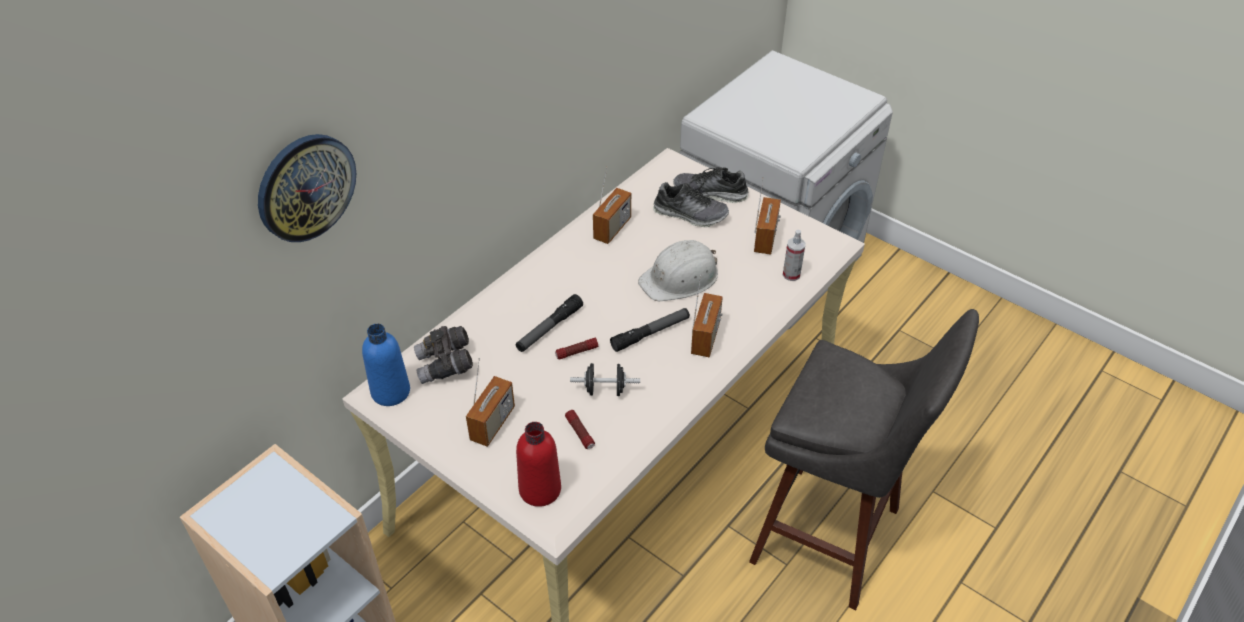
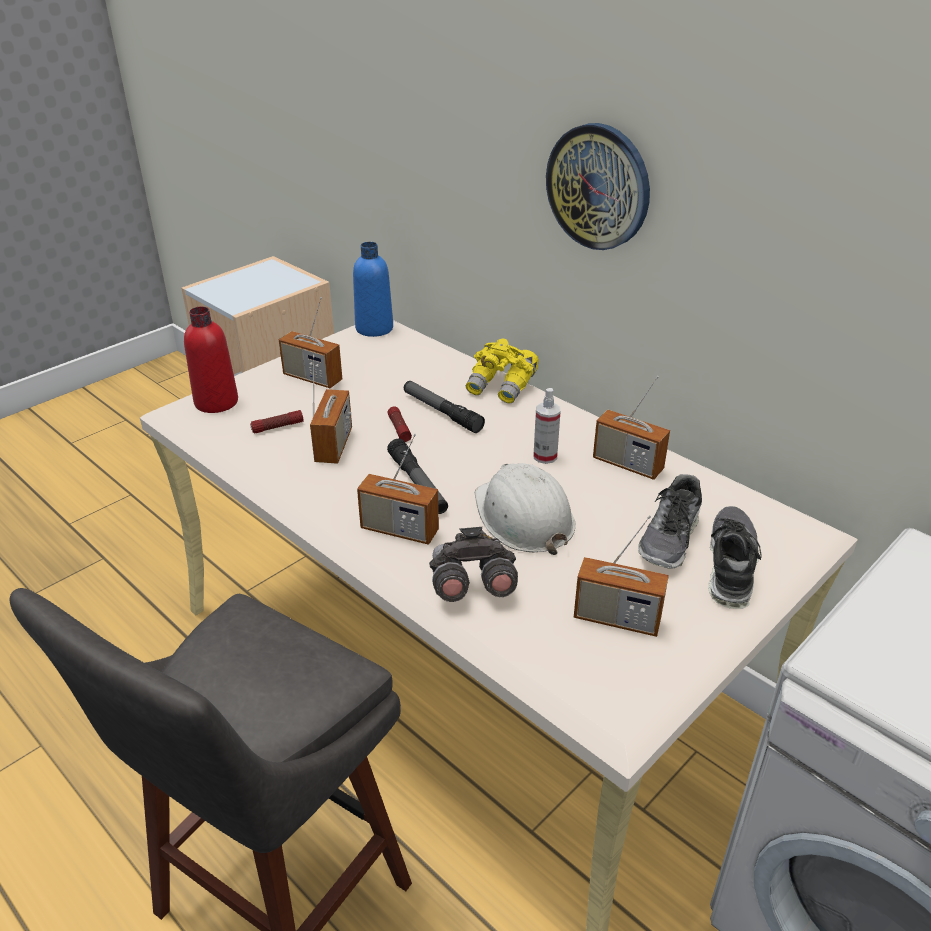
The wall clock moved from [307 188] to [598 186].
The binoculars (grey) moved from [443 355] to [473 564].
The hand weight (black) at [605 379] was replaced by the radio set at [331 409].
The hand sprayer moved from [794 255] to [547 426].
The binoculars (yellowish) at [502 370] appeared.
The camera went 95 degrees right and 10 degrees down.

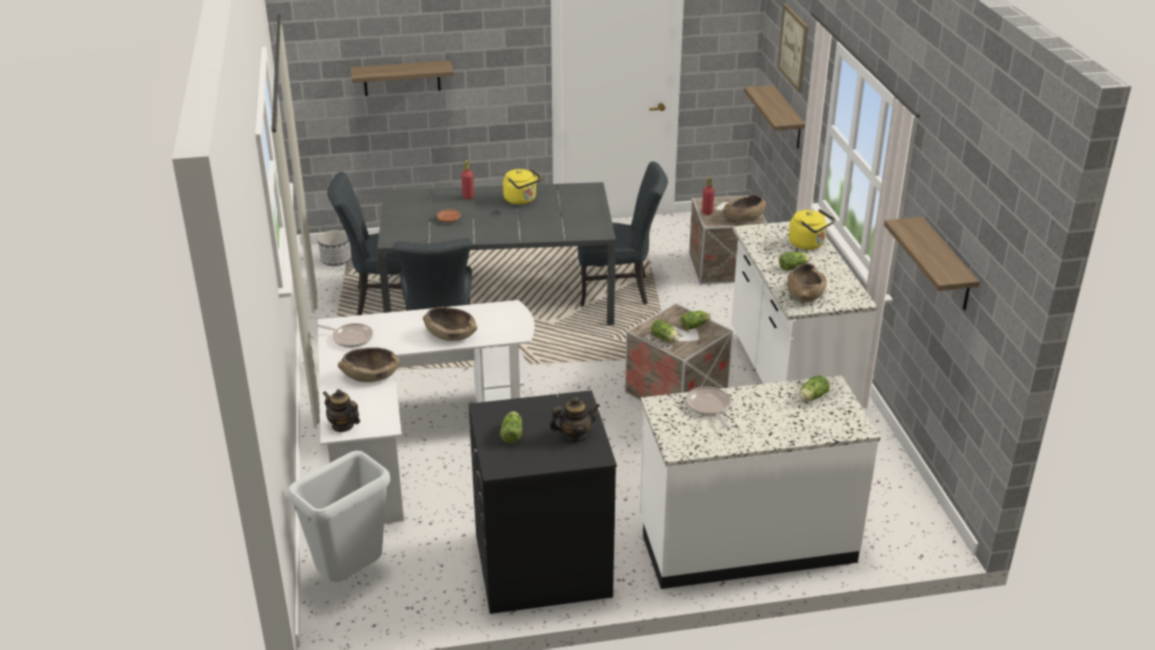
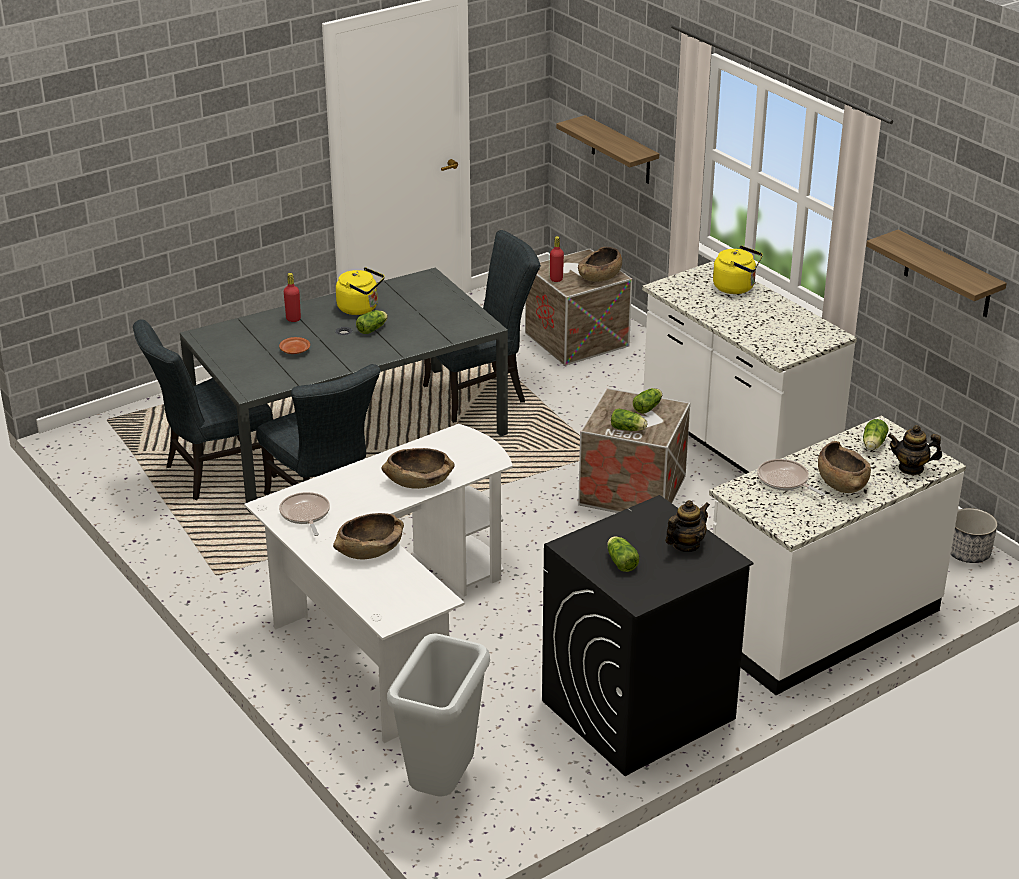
The skillet at [344 335] turned 105 degrees counterclockwise.
The plant pot moved from [334 248] to [974 535].
The tea pot moved from [341 410] to [915 450].
The shelf at [402 78] disappeared.
The wall art at [792 48] disappeared.
The lettuce head moved from [794 261] to [372 322].
The deep dish (brown-coloured) moved from [807 282] to [844 467].
The camera went 25 degrees left and 0 degrees up.

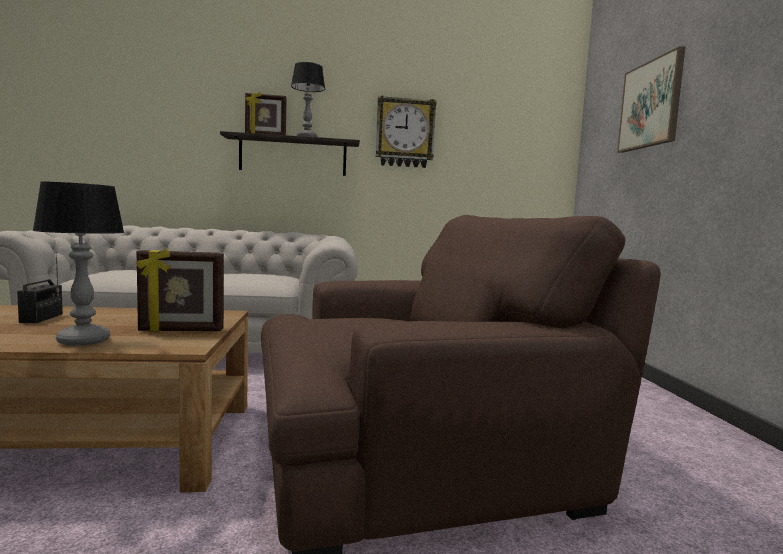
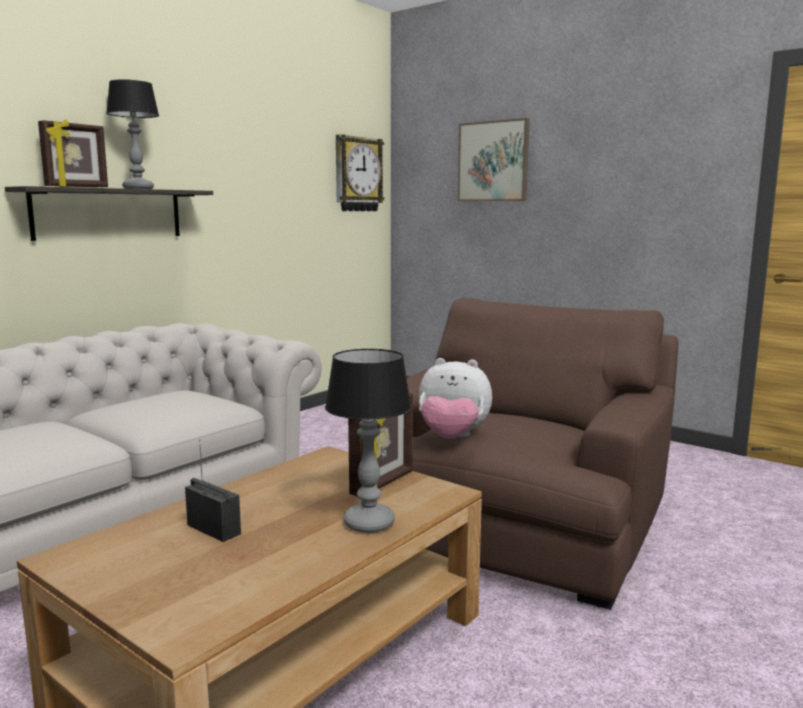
The wall clock moved from [406 131] to [360 172].
The plush toy at [455 398] appeared.
The camera went 45 degrees left and 5 degrees up.

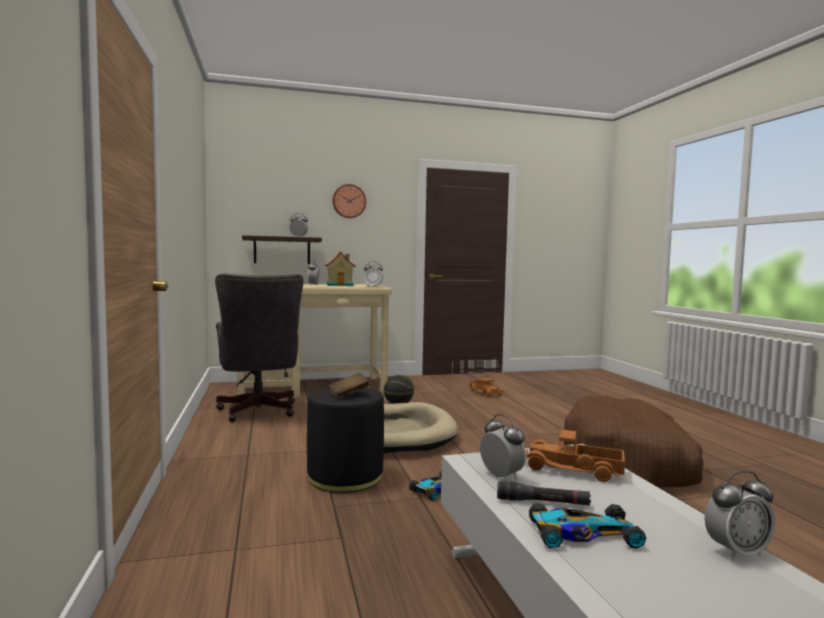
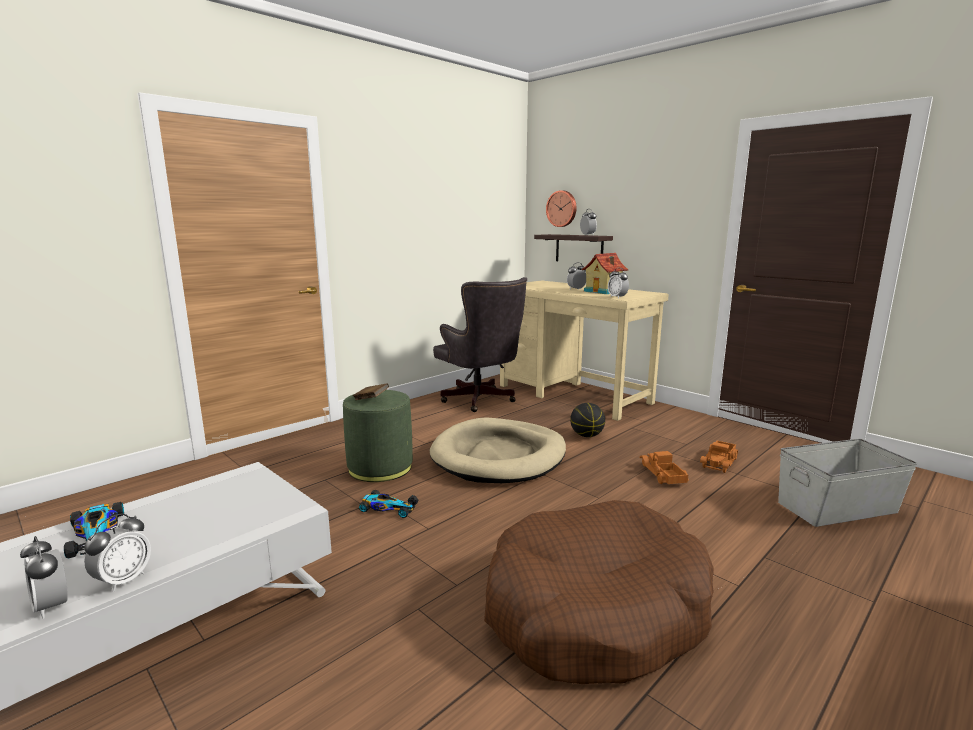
The desk chair (grey) at [259 347] turned 75 degrees counterclockwise.
The ottoman (black) at [345 440] became the ottoman (greenish) at [378 436].
The wall clock moved from [349 201] to [561 208].
The alarm clock moved from [503 446] to [117 552].
The torch (black) at [544 493] disappeared.
The toy lorry moved from [575 456] to [664 467].
The storage container (grey) at [847 483] appeared.
The camera went 60 degrees right and 10 degrees up.

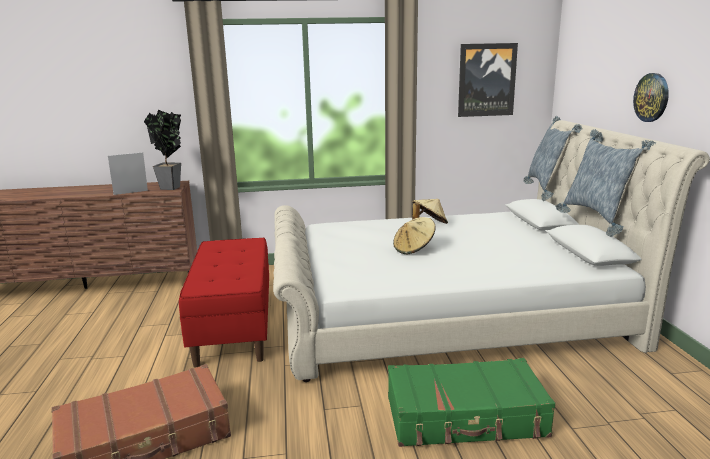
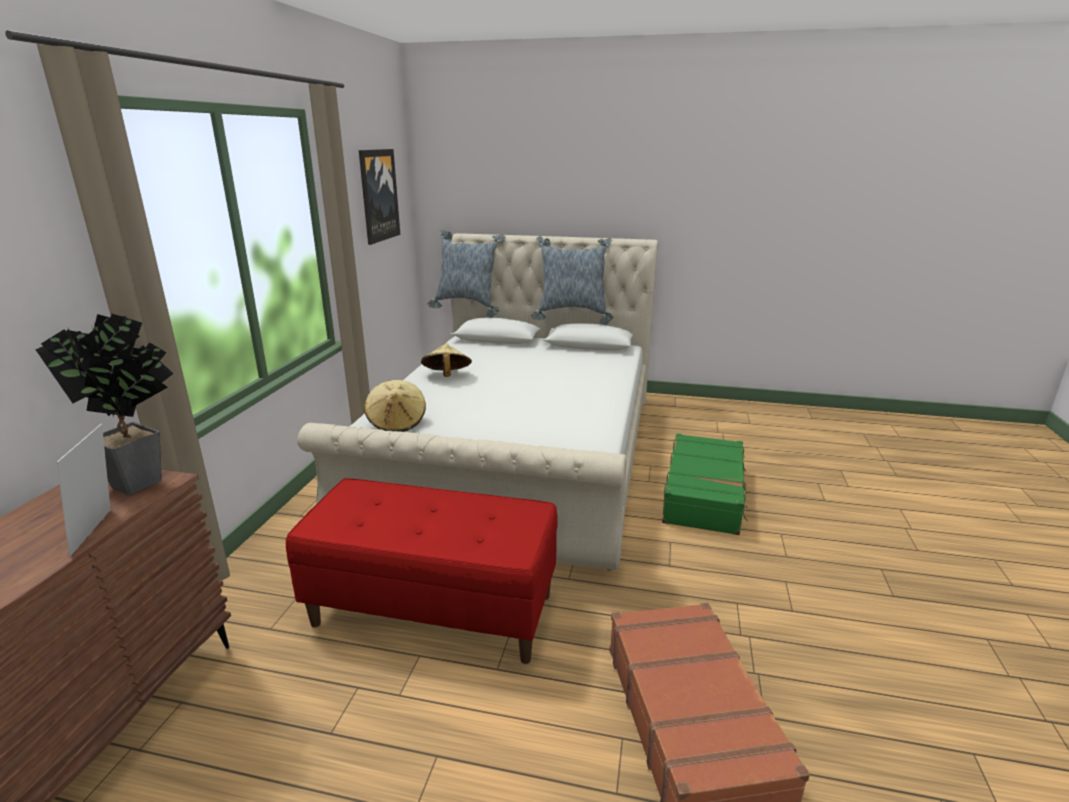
The wearable hat (sand-coloured) moved from [414 235] to [395 406].
The wall clock at [651 97] disappeared.
The camera went 70 degrees left and 5 degrees up.

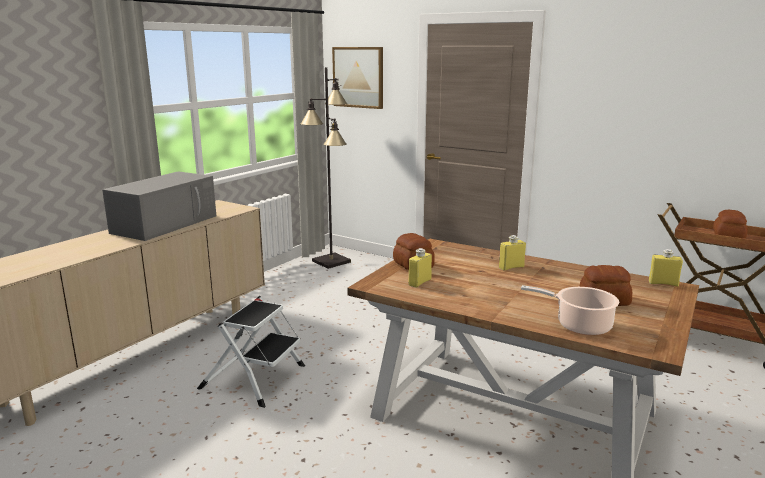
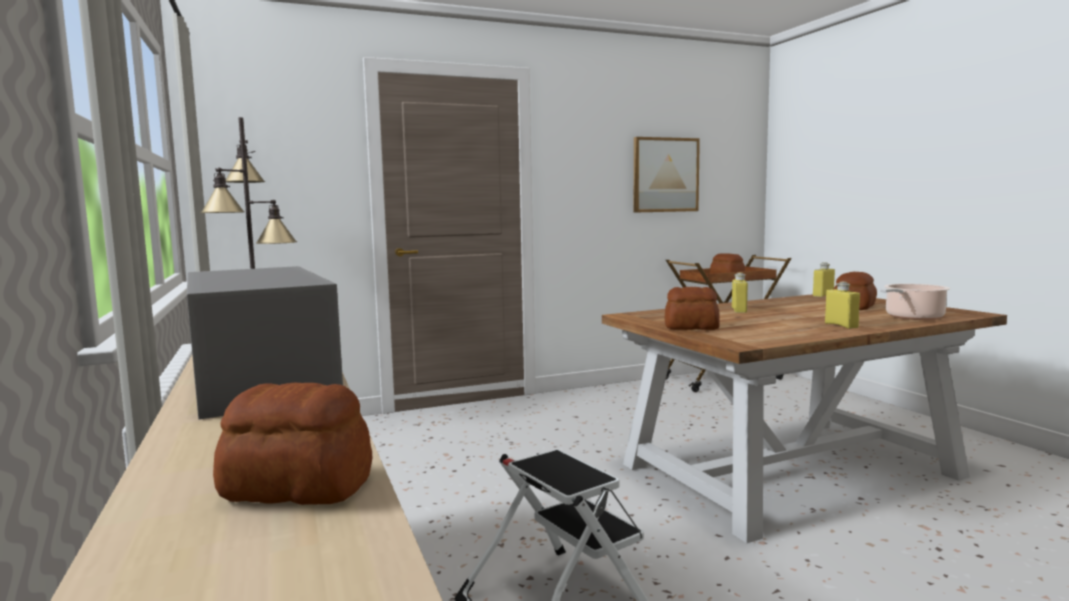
The wall art moved from [357 78] to [667 175].
The bottle (yellowish) moved from [420 268] to [842 305].
The baked bread at [292 444] appeared.
The camera went 55 degrees left and 10 degrees down.

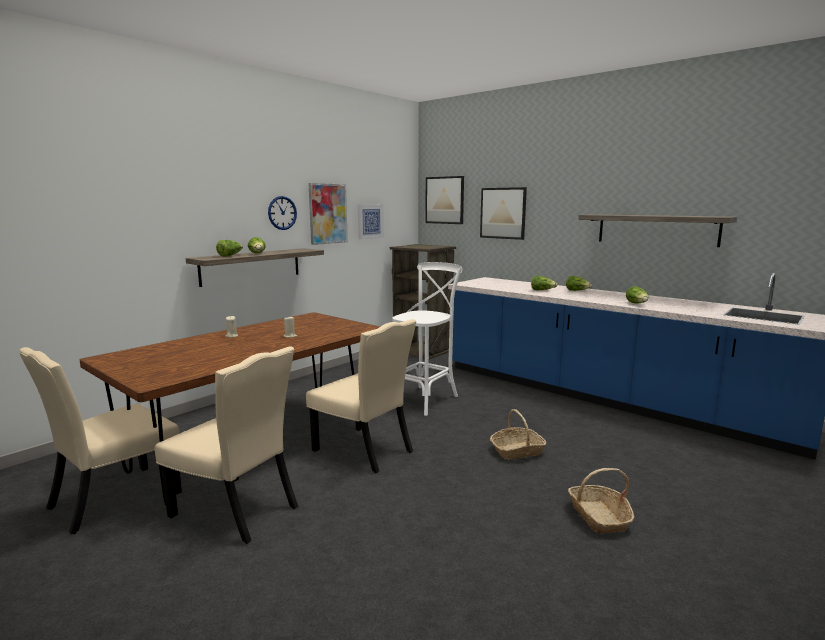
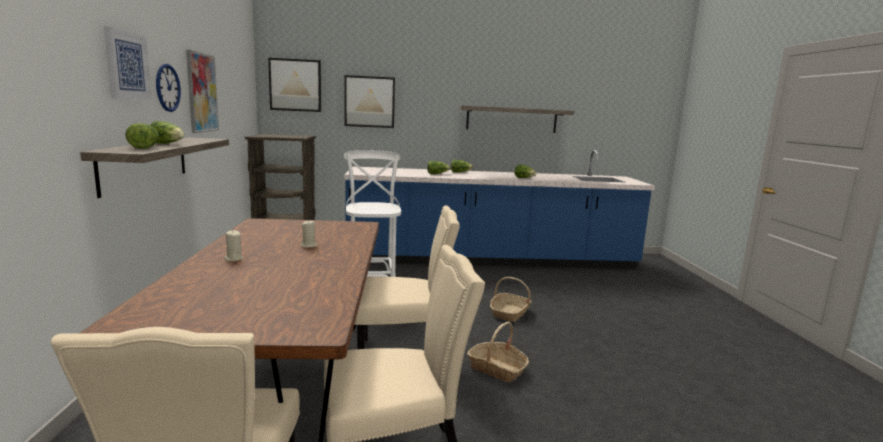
The wall art moved from [371 221] to [128 63].
The household basket moved from [601 500] to [498 352].
The camera went 45 degrees left and 0 degrees up.

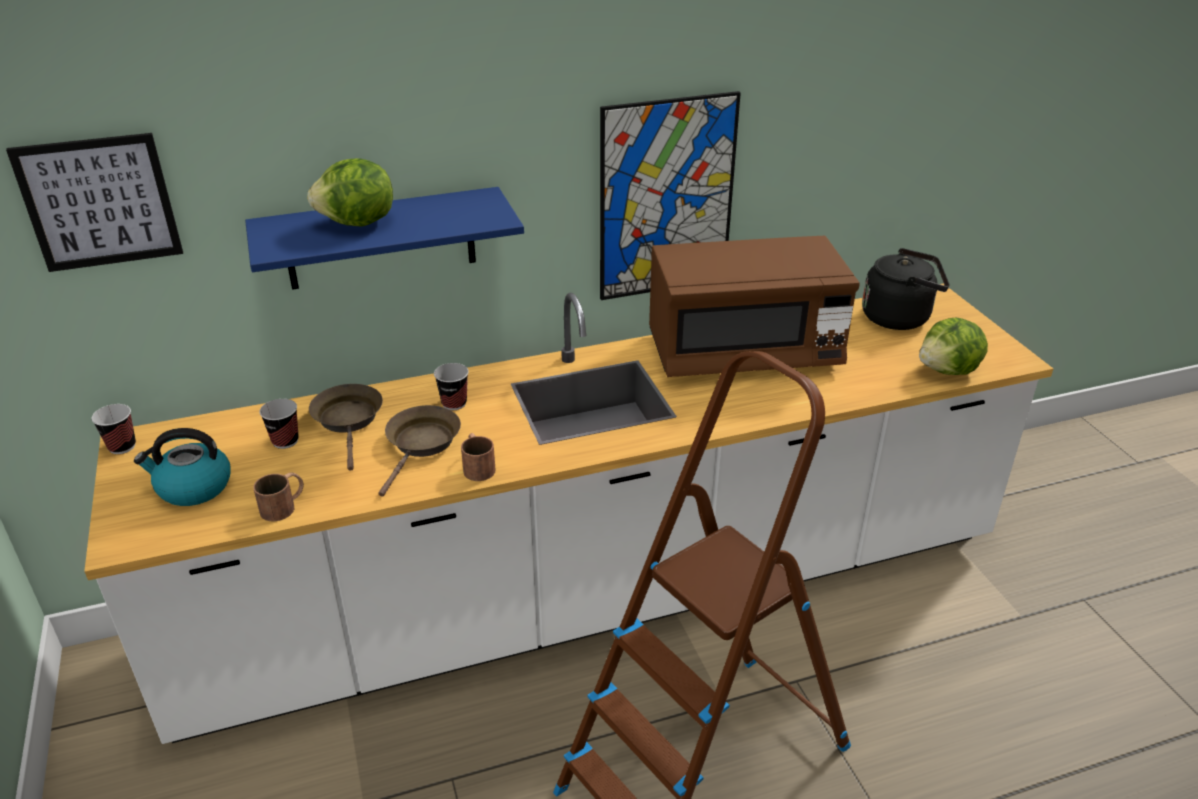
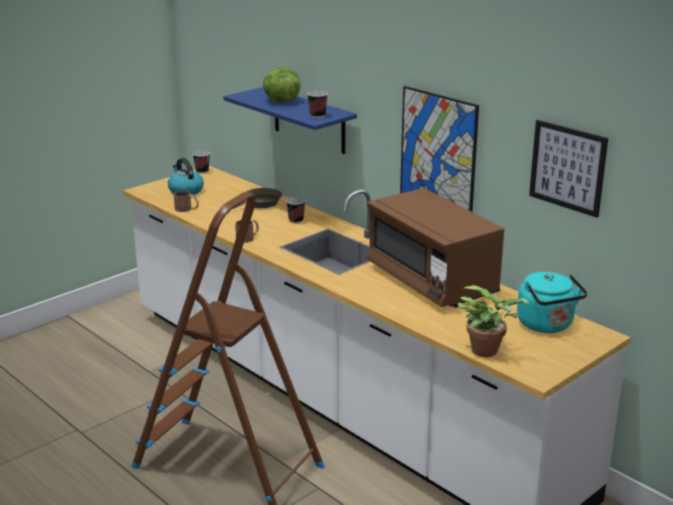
The wall art moved from [94 202] to [568 169].
The cup moved from [279 424] to [317 104].
The skillet (brown-coloured) at [419 451] disappeared.
The kettle (black) at [905 289] became the kettle (turquoise) at [552 302].
The lettuce head at [953 346] was replaced by the plant in a pot at [493 321].
The camera went 65 degrees right and 10 degrees down.

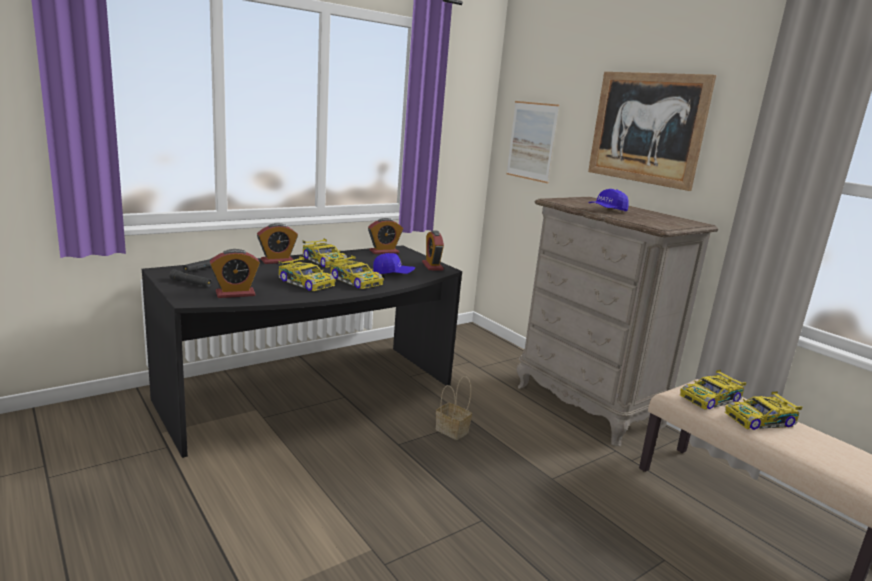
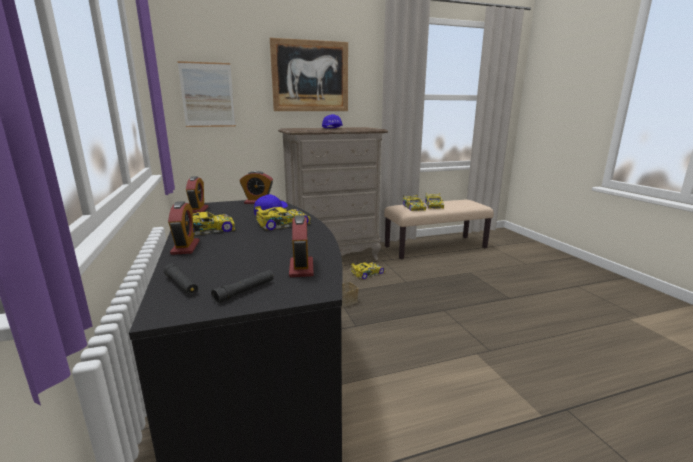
The toy car moved from [307 273] to [368 271].
The camera went 70 degrees left and 0 degrees up.

